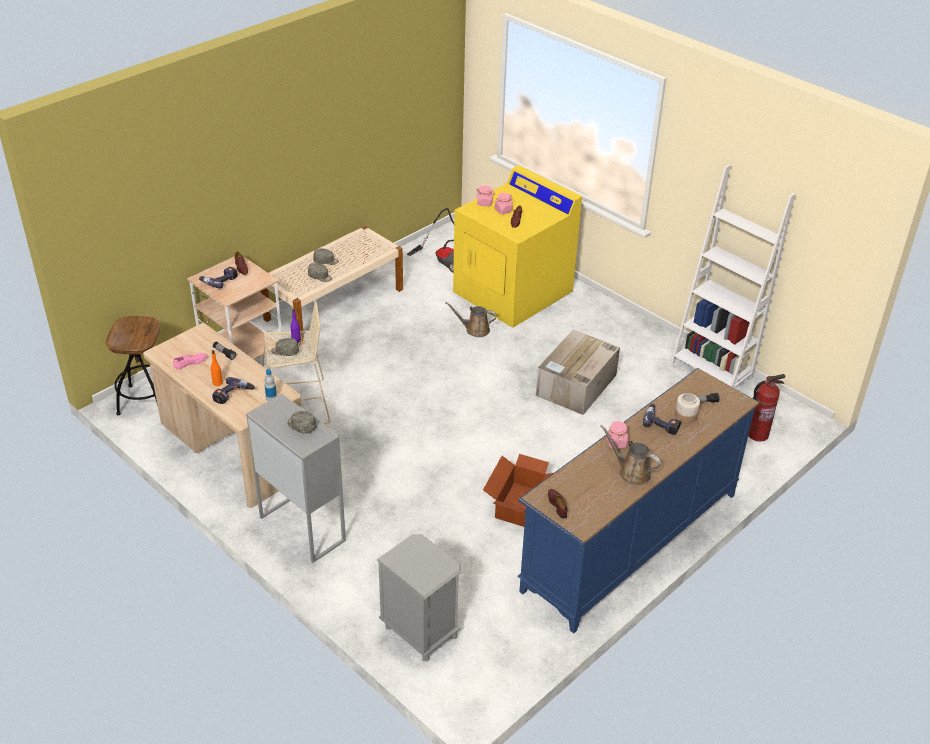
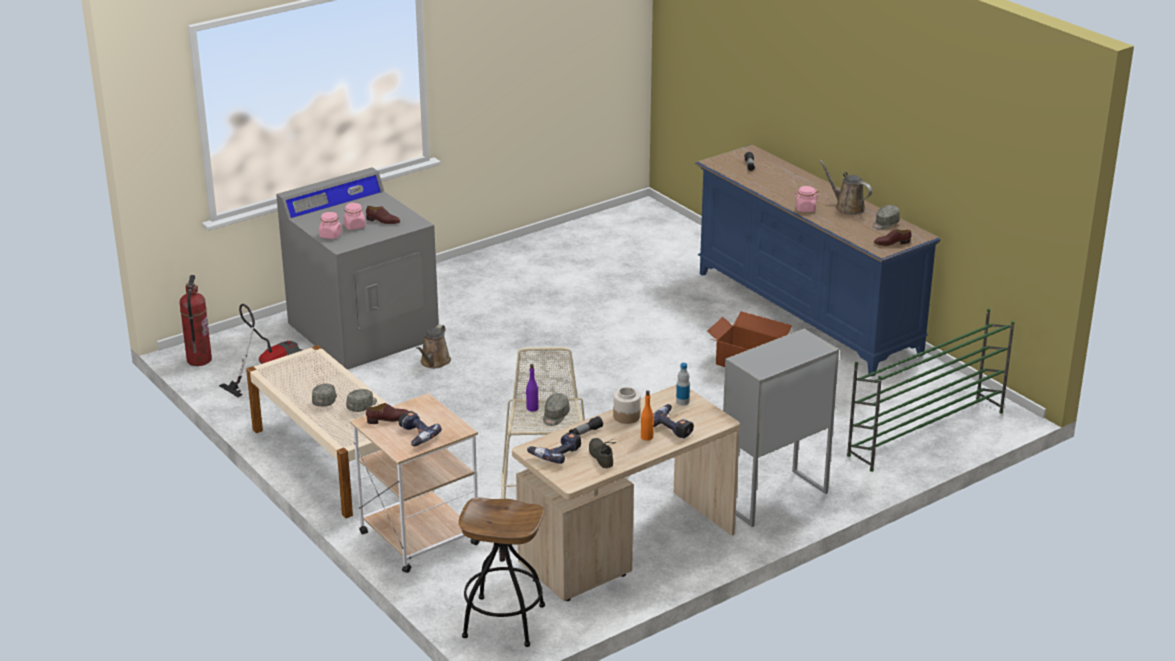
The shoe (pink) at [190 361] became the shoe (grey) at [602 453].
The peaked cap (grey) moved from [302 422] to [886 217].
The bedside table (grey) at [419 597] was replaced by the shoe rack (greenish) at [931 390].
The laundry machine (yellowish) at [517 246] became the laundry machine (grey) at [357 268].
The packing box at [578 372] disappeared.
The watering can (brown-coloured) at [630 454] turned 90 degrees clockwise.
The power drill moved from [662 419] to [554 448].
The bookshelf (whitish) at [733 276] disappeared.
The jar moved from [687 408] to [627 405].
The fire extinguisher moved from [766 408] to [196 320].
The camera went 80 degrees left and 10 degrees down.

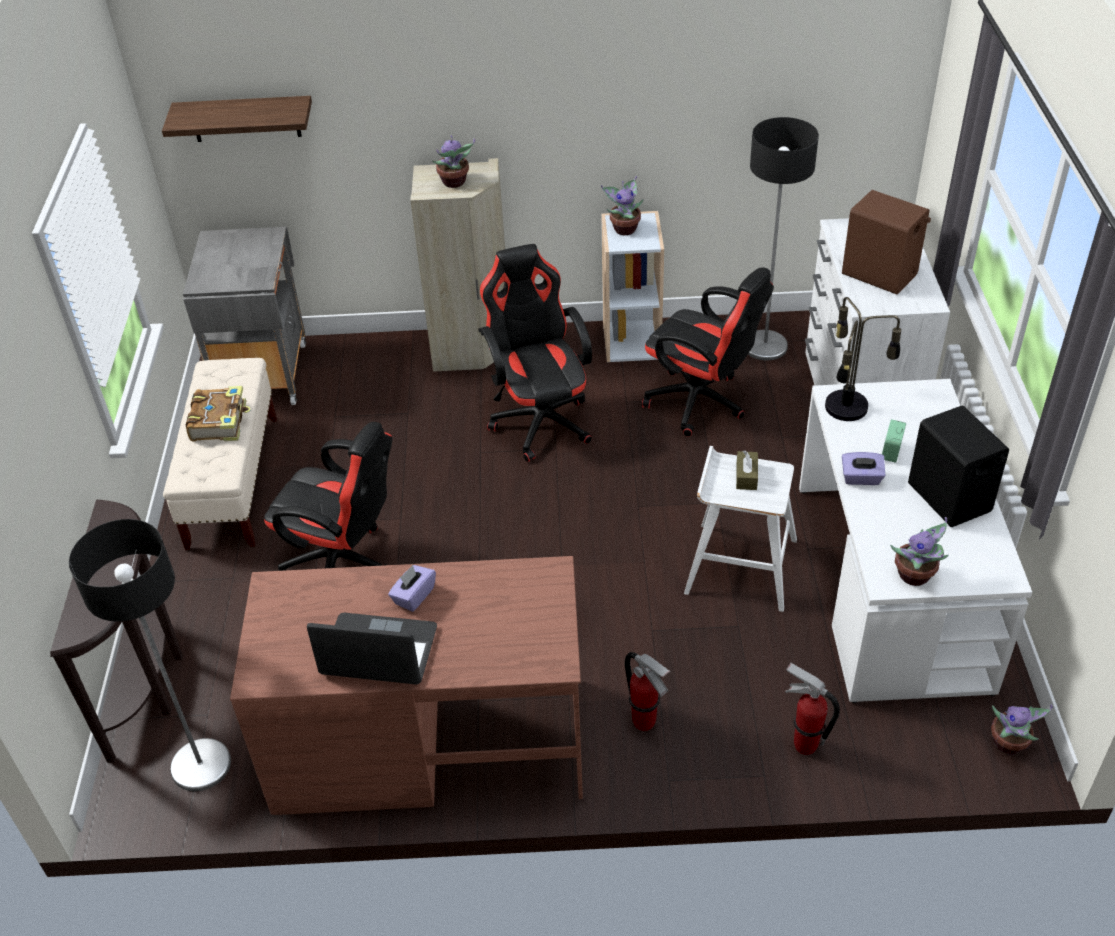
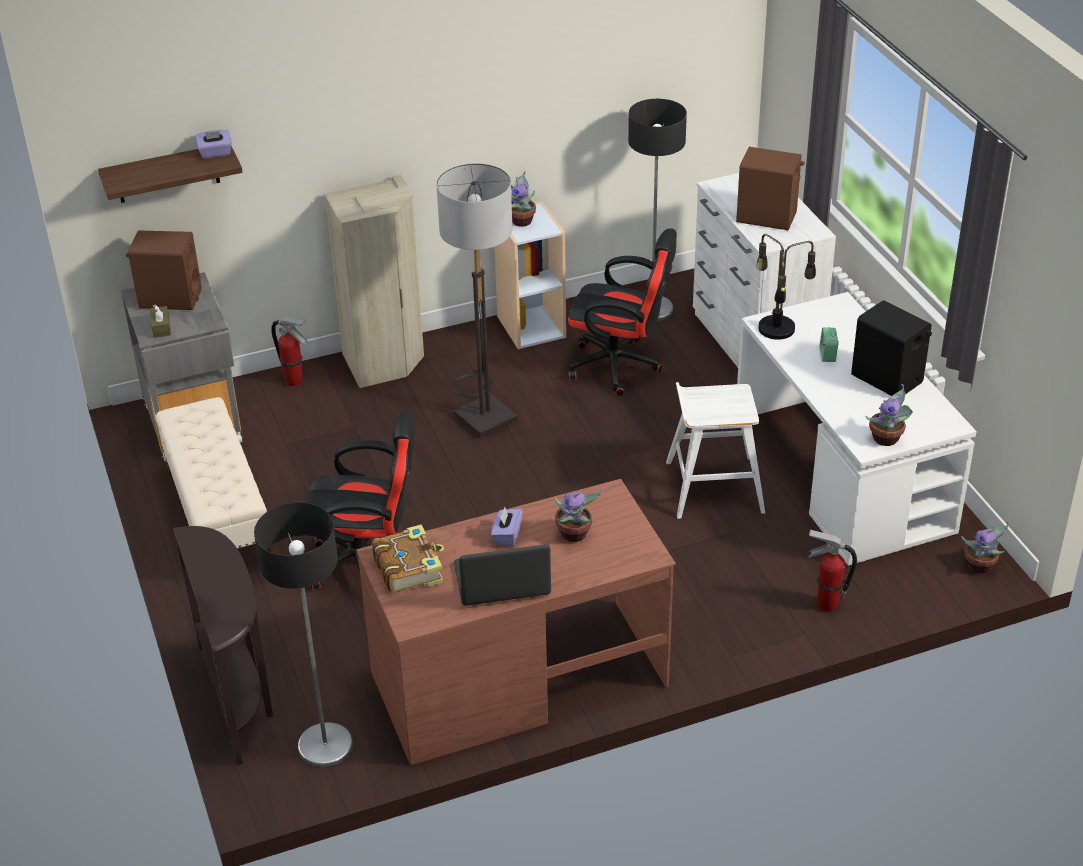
The bound book moved from [218 413] to [408 559].
The plant in a pot moved from [453 162] to [579 514].
The desk chair (black) at [535 353] was replaced by the standing lamp at [476 300].
The fire extinguisher moved from [648 691] to [289 351].
The tissue holder (brown-coloured) moved from [747 470] to [160 321].
The tissue holder (purplish) moved from [863 468] to [213 144].
The loudspeaker (brown-coloured) at [164 270] appeared.
The camera went 20 degrees left and 5 degrees down.

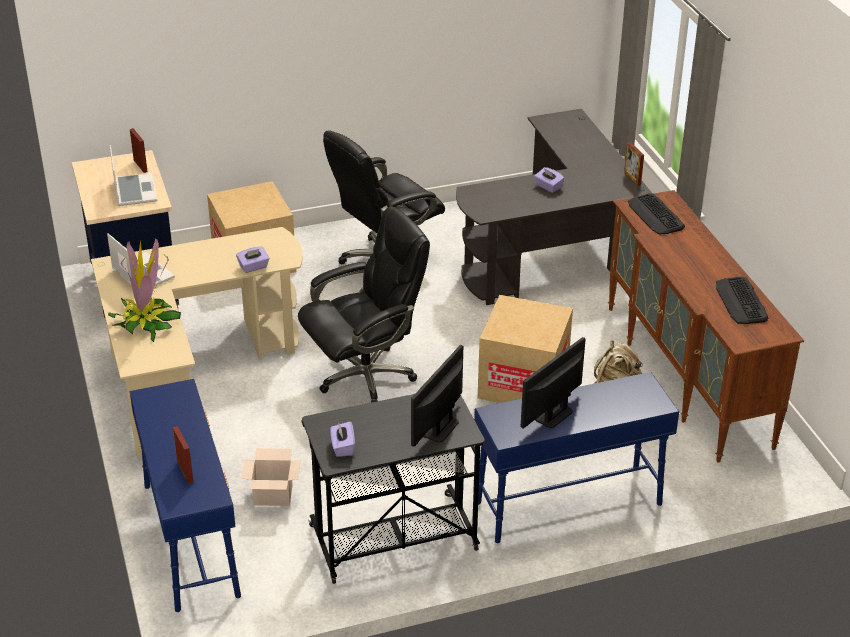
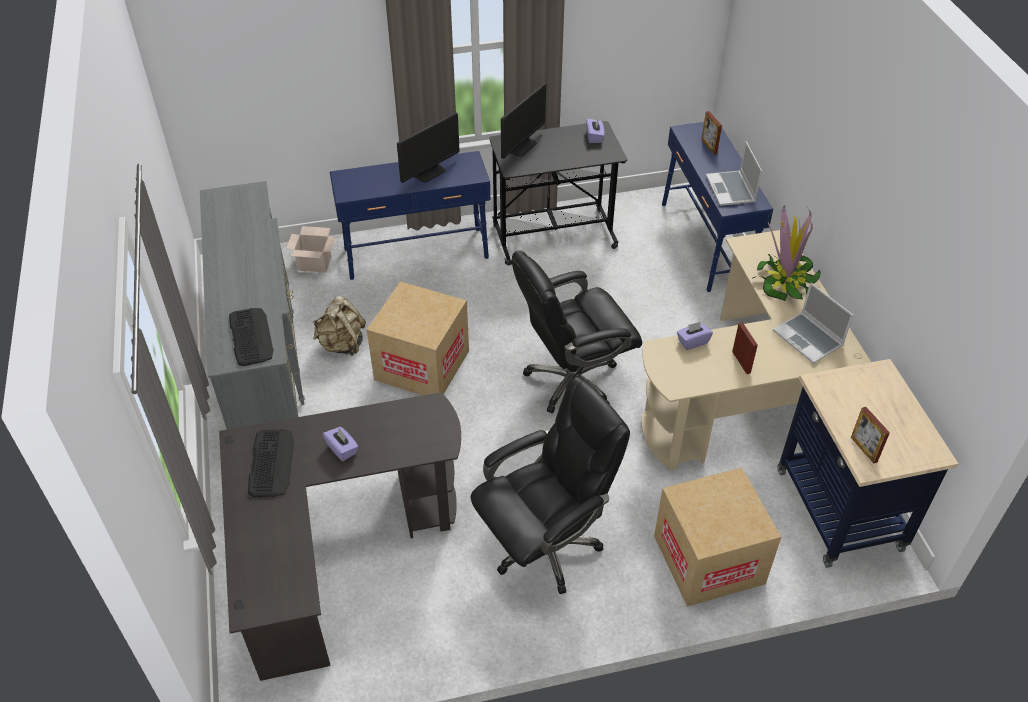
The laptop moved from [133 175] to [734 173].
The packing box moved from [271 477] to [310 249].
The storage cabinet (brown-coloured) at [706 326] became the storage cabinet (grey) at [252 305].
The photo frame moved from [634 164] to [745 348].
The PC keyboard moved from [742 300] to [271 463].
The camera went 175 degrees left and 10 degrees up.

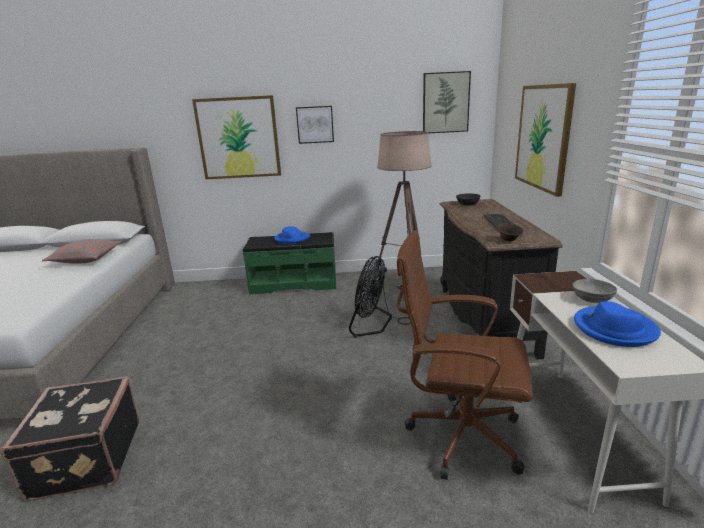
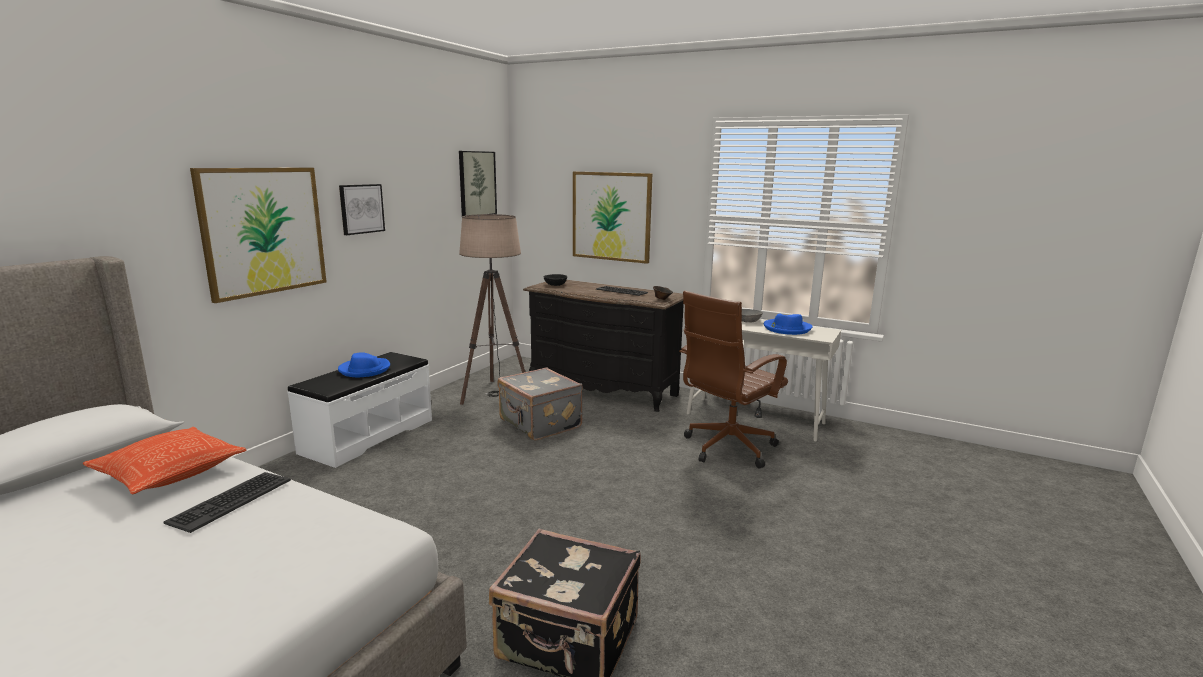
The pillow (grey) at [81 251] became the pillow (orange) at [164 460].
The bench (greenish) at [289 263] became the bench (whitish) at [359 410].
The electric fan (black) at [380 297] was replaced by the travel case (grey) at [540 404].
The PC keyboard at [227 502] appeared.
The camera went 60 degrees left and 5 degrees down.

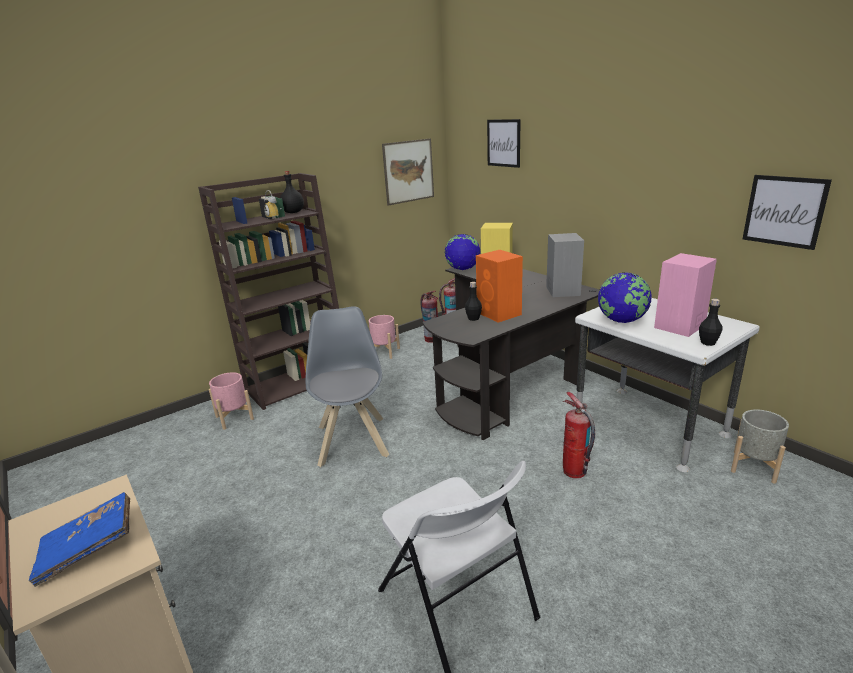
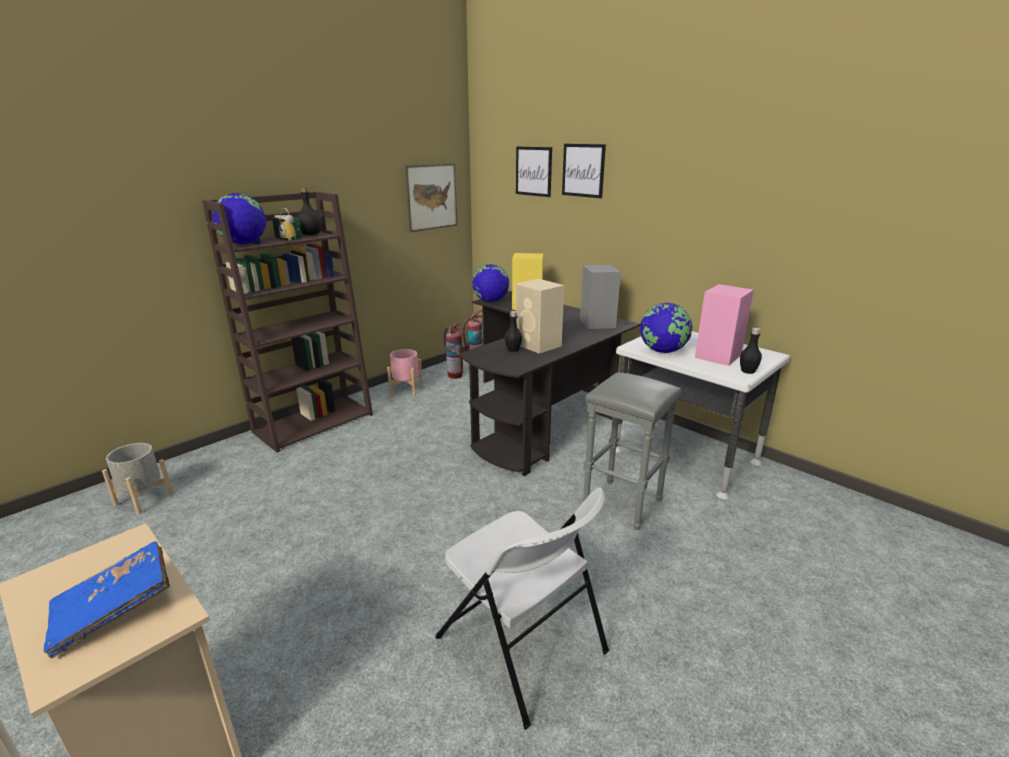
The plant pot (pink) at [231 401] disappeared.
The upright chair (grey) at [347 386] disappeared.
The loudspeaker (orange) at [499 286] became the loudspeaker (sand-coloured) at [539 316].
The fire extinguisher at [579 435] was replaced by the stool seat (grey) at [631 451].
The plant pot (grey) moved from [760 447] to [138 479].
The wall art moved from [787 212] to [584 171].
The world globe at [239 218] appeared.
The camera went 10 degrees left and 0 degrees up.

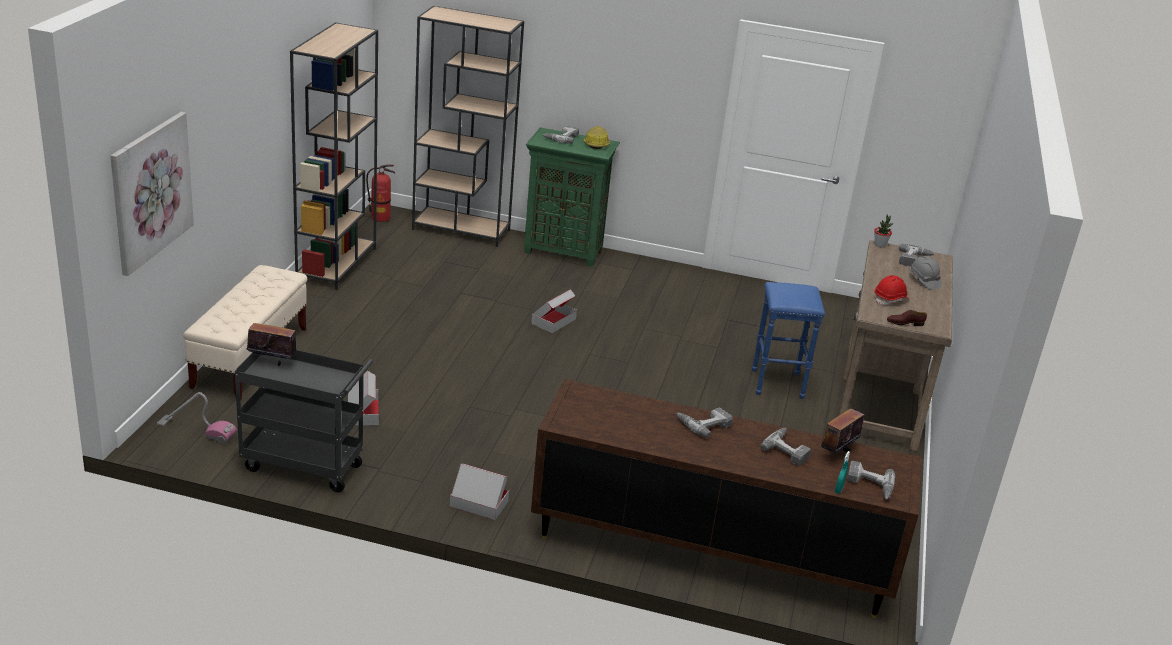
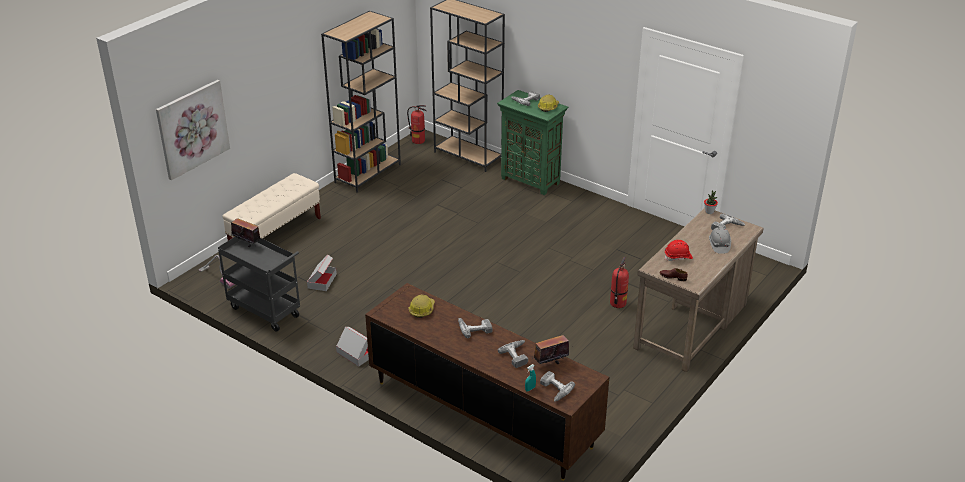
The packing box at [554 311] disappeared.
The stool seat (bluish) at [788 340] was replaced by the fire extinguisher at [619 282].
The hard hat at [422 306] appeared.
The camera went 25 degrees right and 5 degrees up.

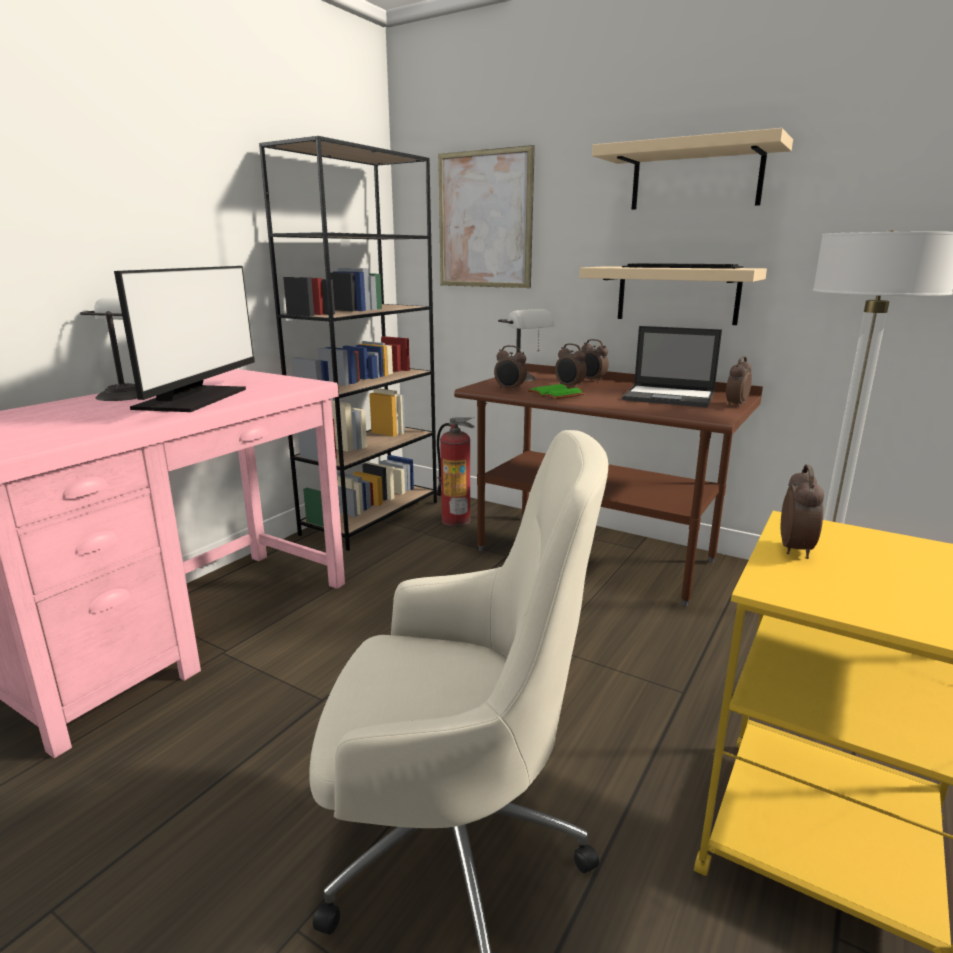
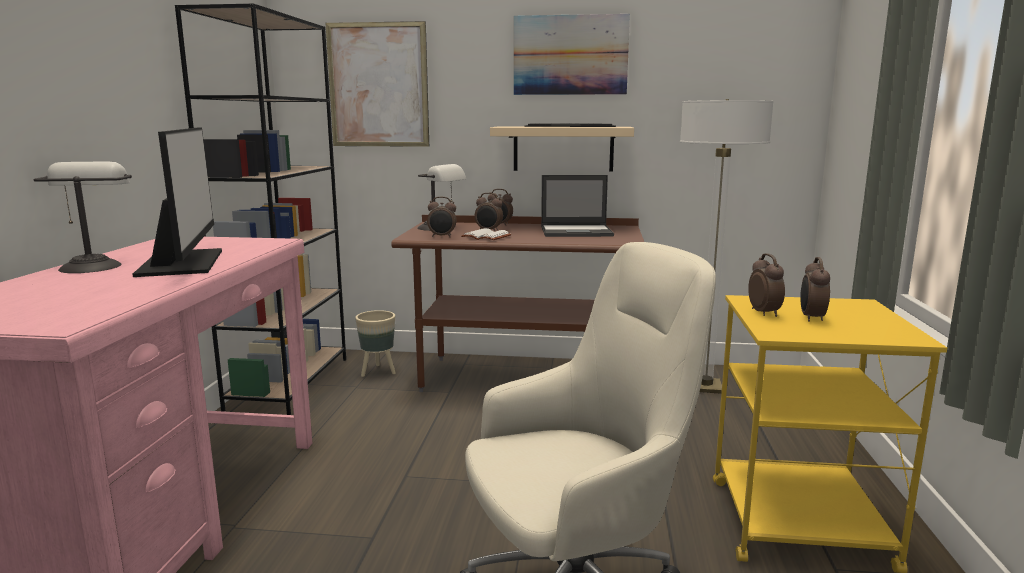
The fire extinguisher at [456 472] was replaced by the plant pot (sand-coloured) at [375 343].
The bound book (greenish) at [556 391] became the bound book (whitish) at [486 234].
The shelf (sand-coloured) at [692 169] was replaced by the wall art at [572 54].
The alarm clock moved from [739 381] to [815 289].
The camera went 25 degrees left and 5 degrees down.

